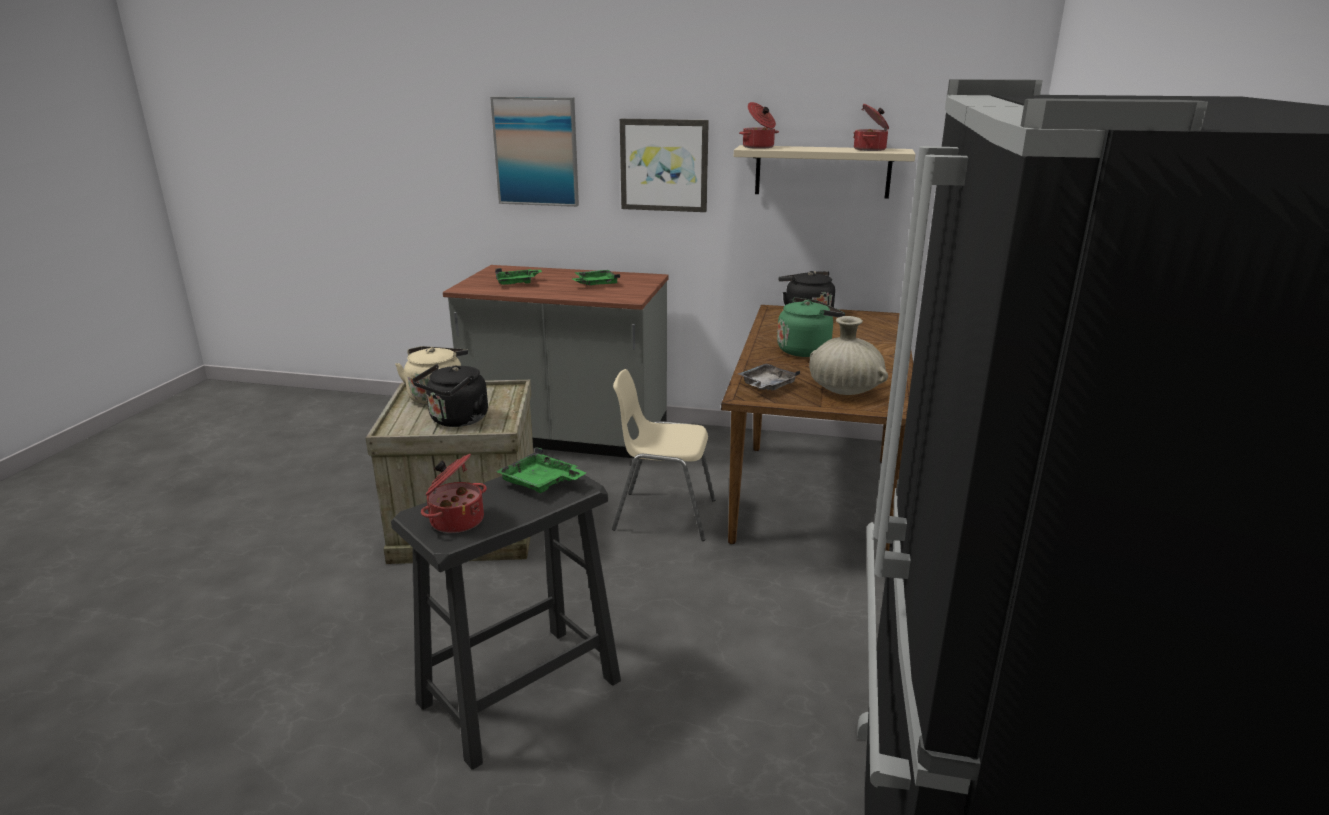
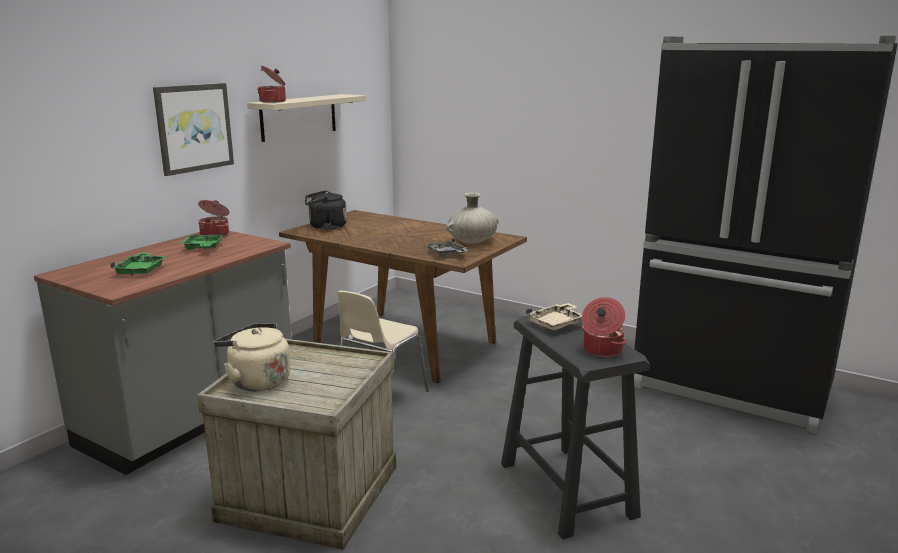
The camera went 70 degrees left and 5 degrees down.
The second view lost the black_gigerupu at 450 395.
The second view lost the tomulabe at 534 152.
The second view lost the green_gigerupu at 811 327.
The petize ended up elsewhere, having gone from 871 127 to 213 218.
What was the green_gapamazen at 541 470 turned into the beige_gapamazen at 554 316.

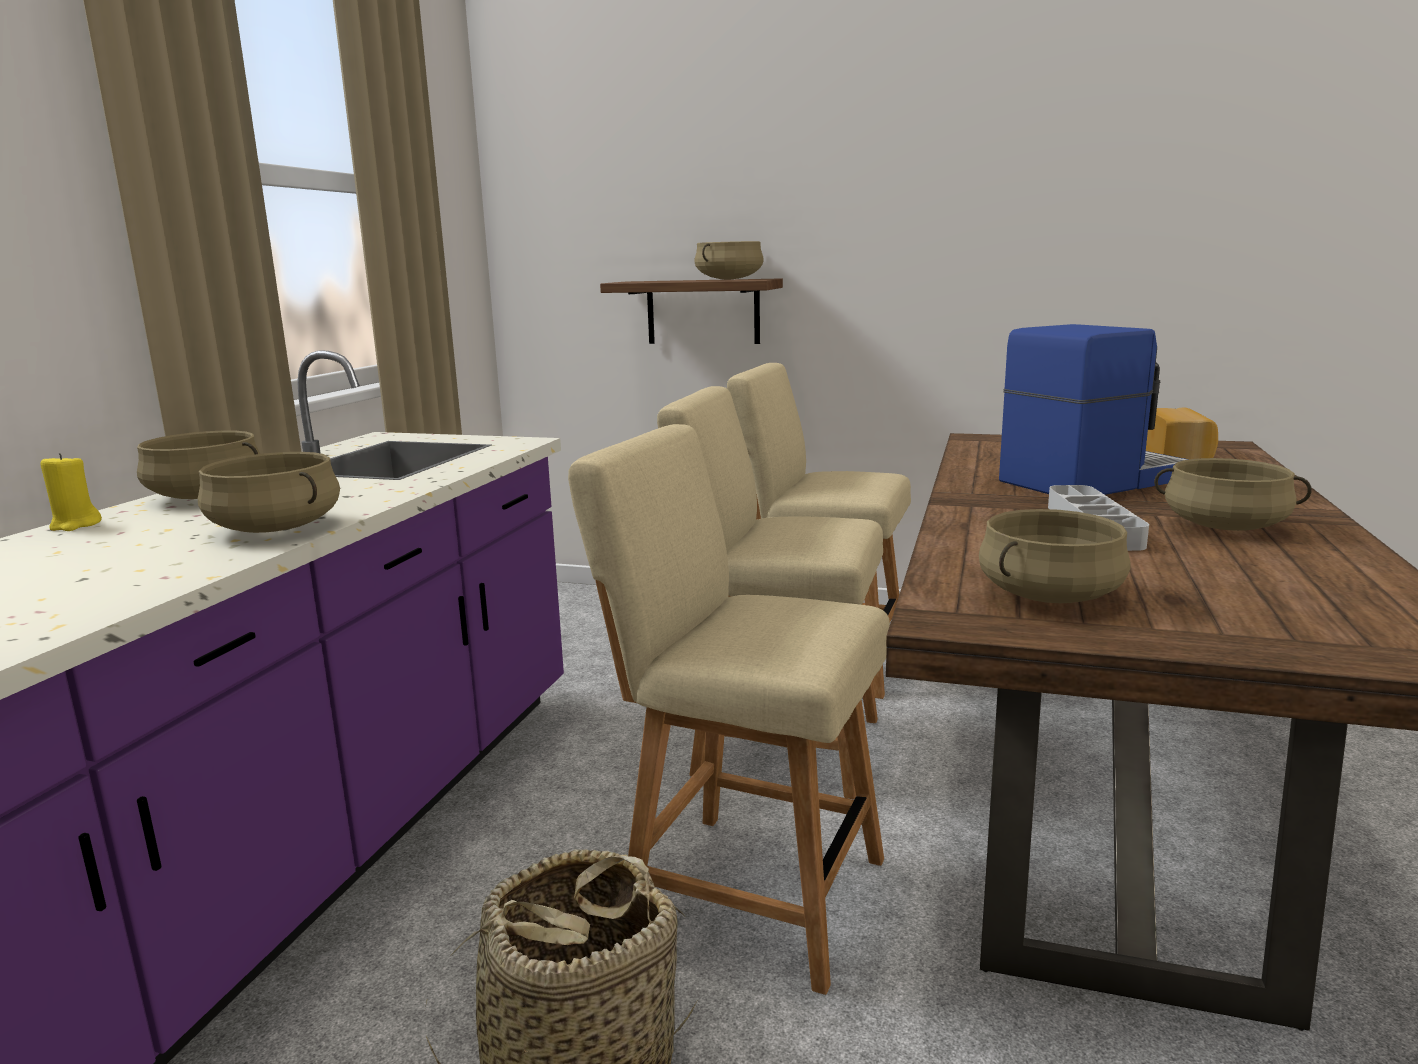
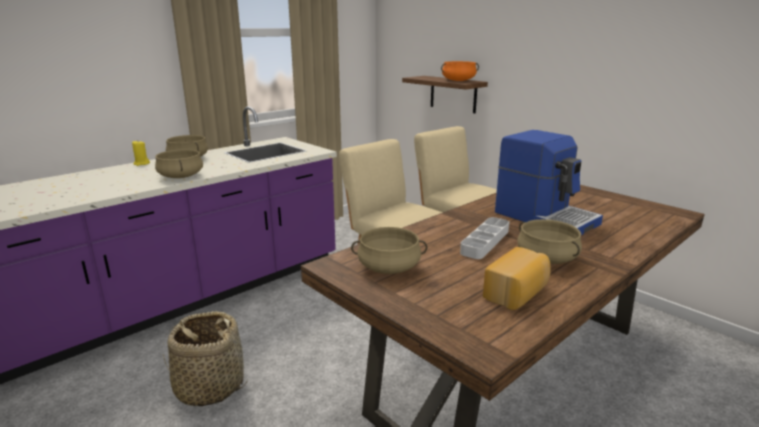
The camera went 30 degrees right and 5 degrees up.
The second view lost the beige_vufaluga at 729 709.
The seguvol ended up elsewhere, having gone from 1182 433 to 517 278.
What was the beige_petize at 729 260 turned into the orange_petize at 460 71.
The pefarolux at 1094 409 ended up facing another way, 45 degrees clockwise from before.

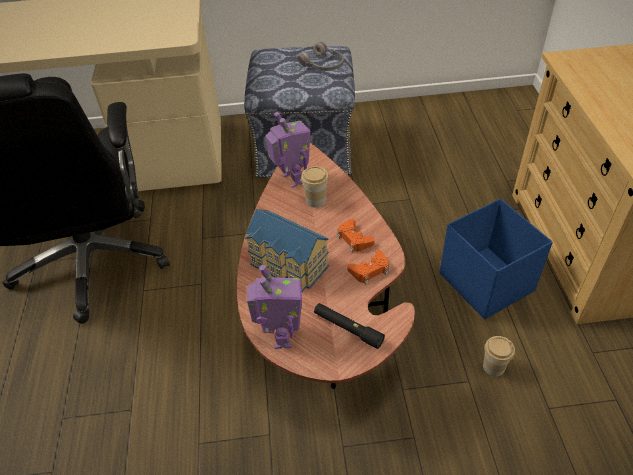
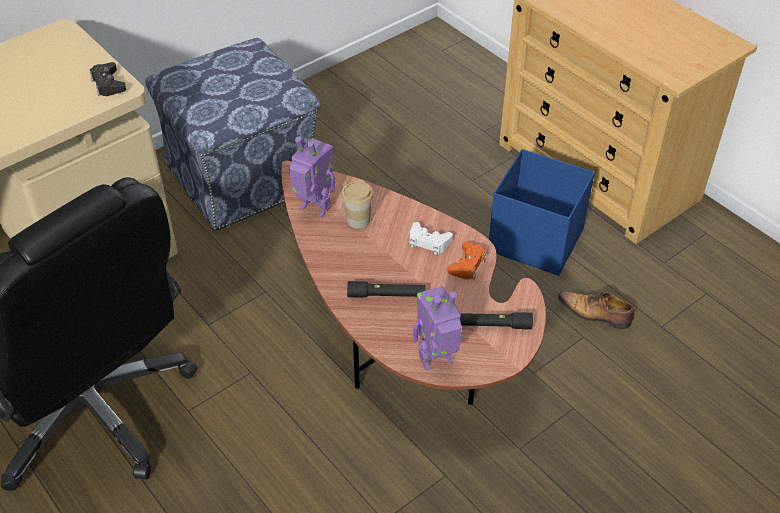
The camera went 35 degrees left and 0 degrees up.
The second view lost the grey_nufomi at 320 56.
The second view gained the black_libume at 108 79.
Where the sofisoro stood at 287 250, the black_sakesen came to stand at 386 289.
Where the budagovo stood at 499 356, the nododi came to stand at 596 310.
What was the orange_libume at 356 235 turned into the white_libume at 431 238.
The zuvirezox at 274 307 ended up facing another way, 75 degrees counterclockwise from before.

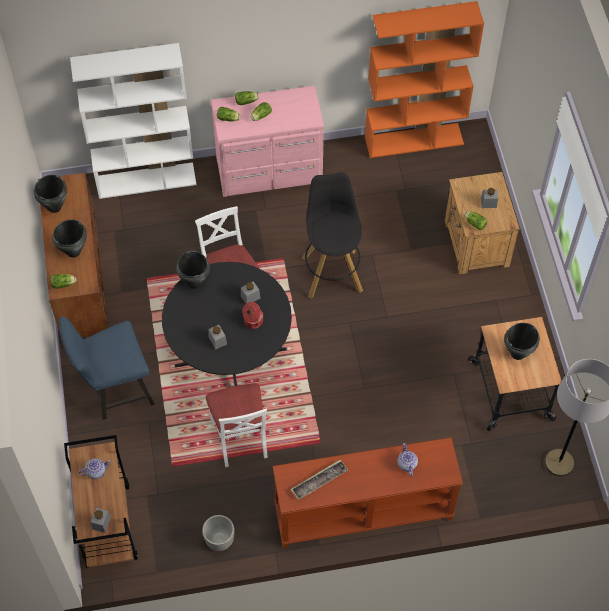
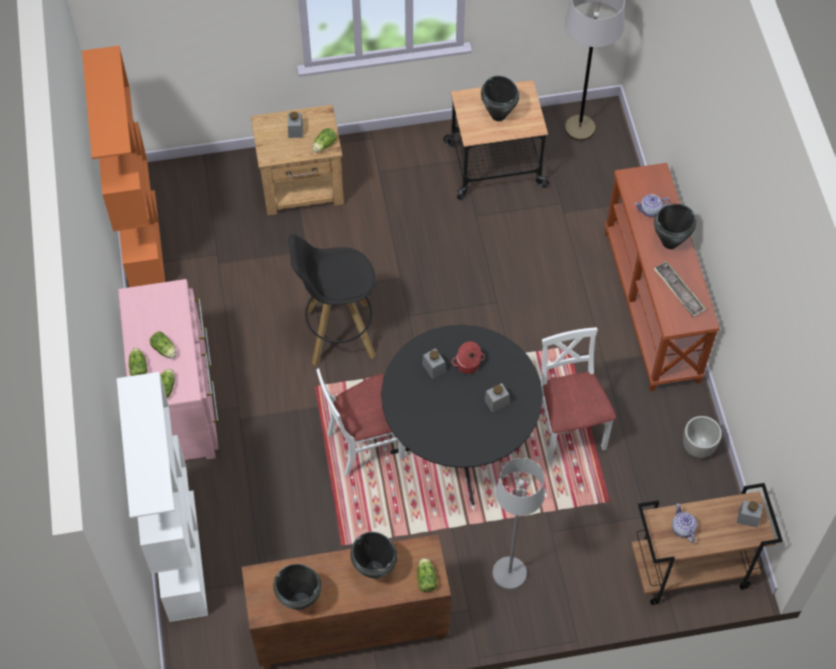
The camera went 90 degrees left and 0 degrees up.
The black_petize ended up elsewhere, having gone from 193 270 to 675 226.
Where the blue_vufaluga stood at 107 368, the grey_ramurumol came to stand at 518 524.
The white_vufaluga at 237 425 ended up facing another way, 90 degrees counterclockwise from before.

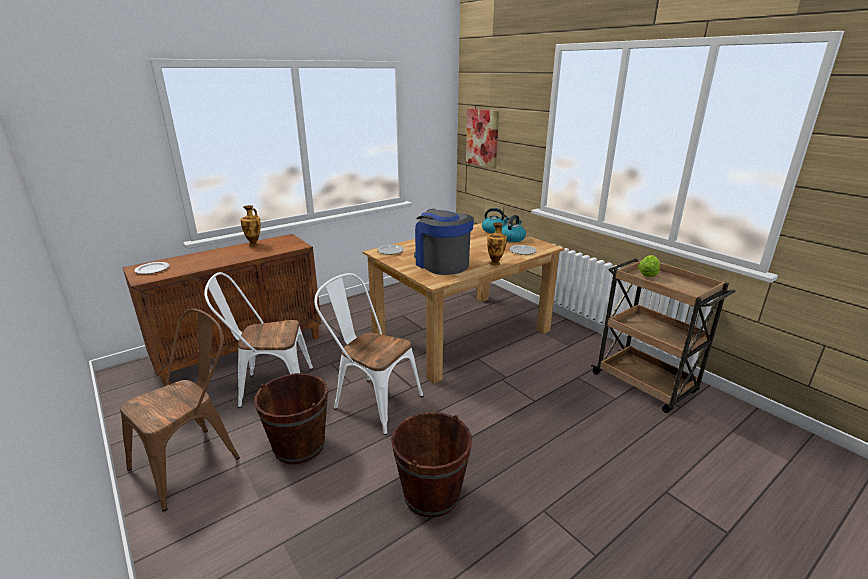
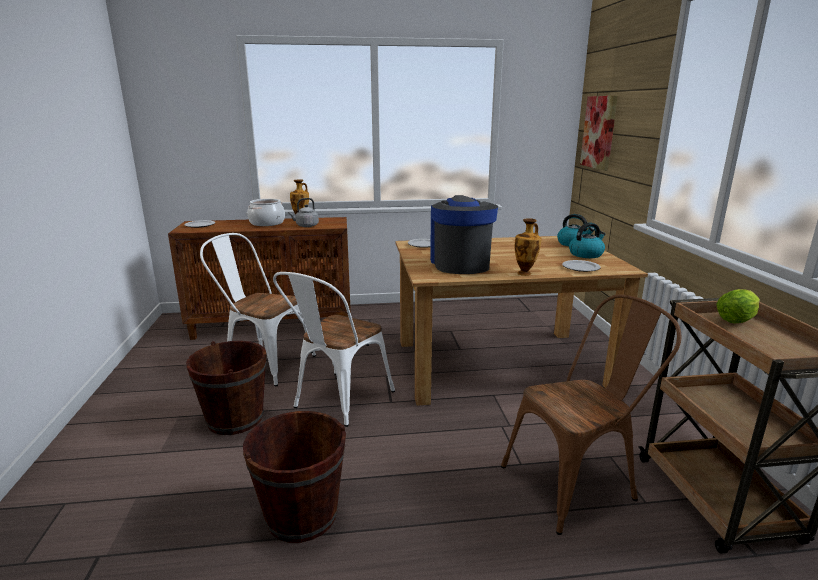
The camera went 30 degrees right and 5 degrees down.
The second view gained the petize at 266 212.
The second view gained the grey_gigerupu at 303 212.
The brown_vufaluga ended up elsewhere, having gone from 180 410 to 591 414.
The white_vufaluga at 369 354 ended up facing another way, 120 degrees counterclockwise from before.

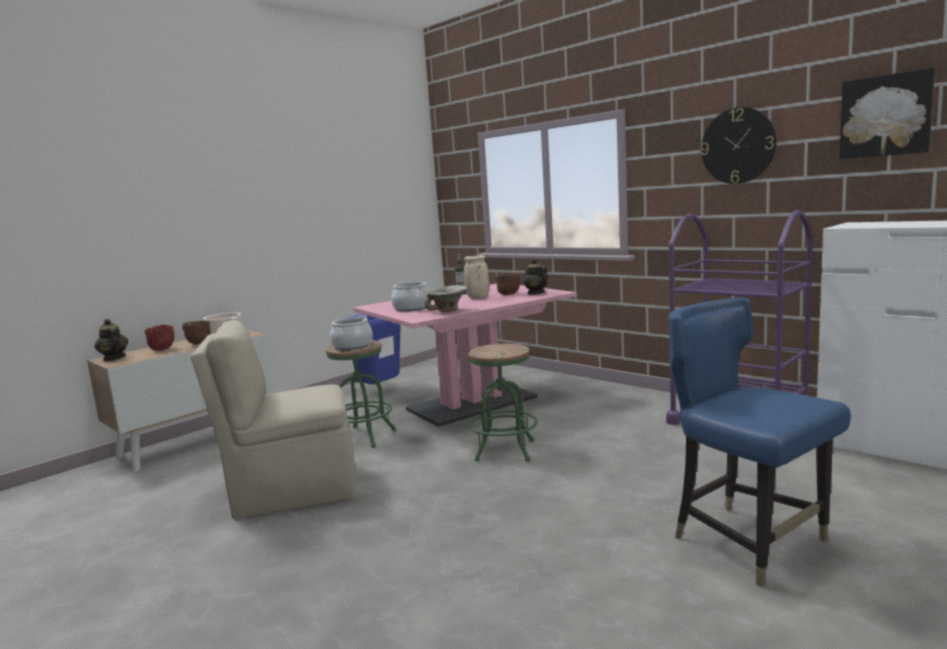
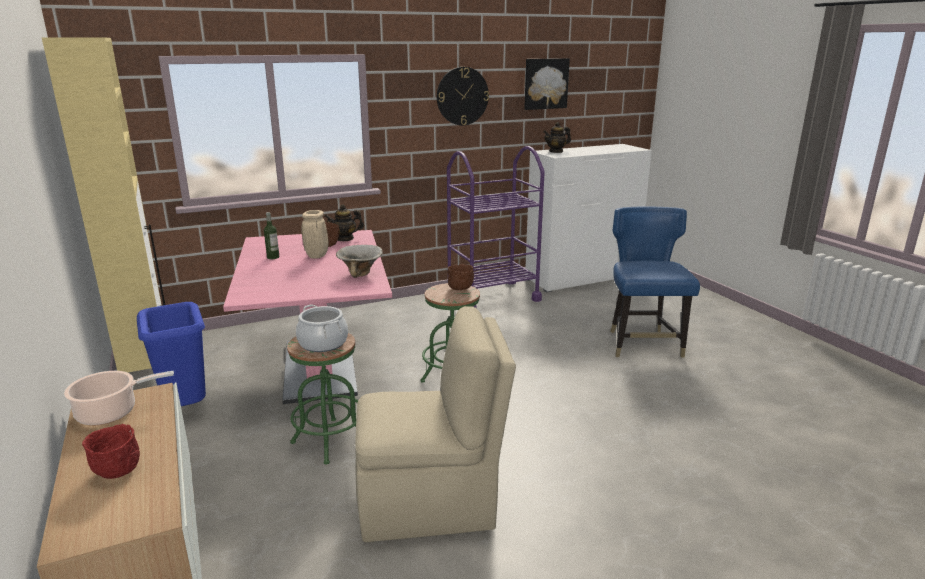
The camera went 70 degrees left and 10 degrees up.
The second view lost the petize at 410 296.
The second view gained the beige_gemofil at 103 205.
The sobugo ended up elsewhere, having gone from 111 340 to 557 137.
The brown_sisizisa ended up elsewhere, having gone from 196 332 to 461 277.
The beige_vufaluga at 273 419 ended up facing another way, 105 degrees counterclockwise from before.
The blue_vufaluga at 759 442 ended up facing another way, 105 degrees clockwise from before.

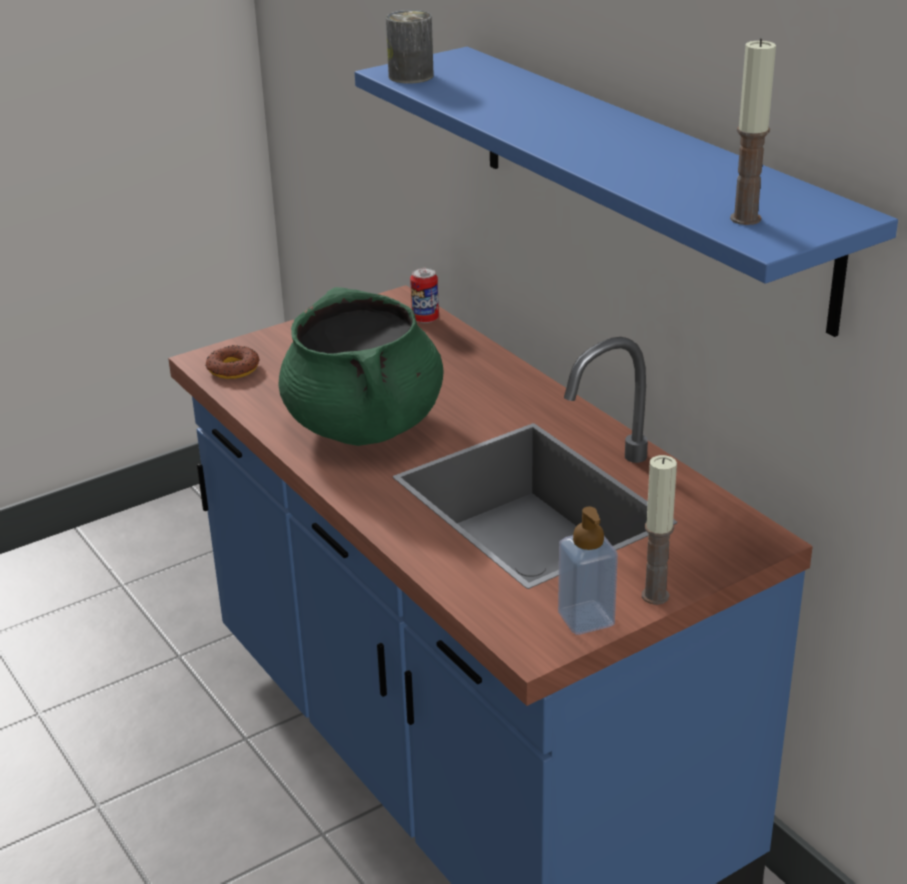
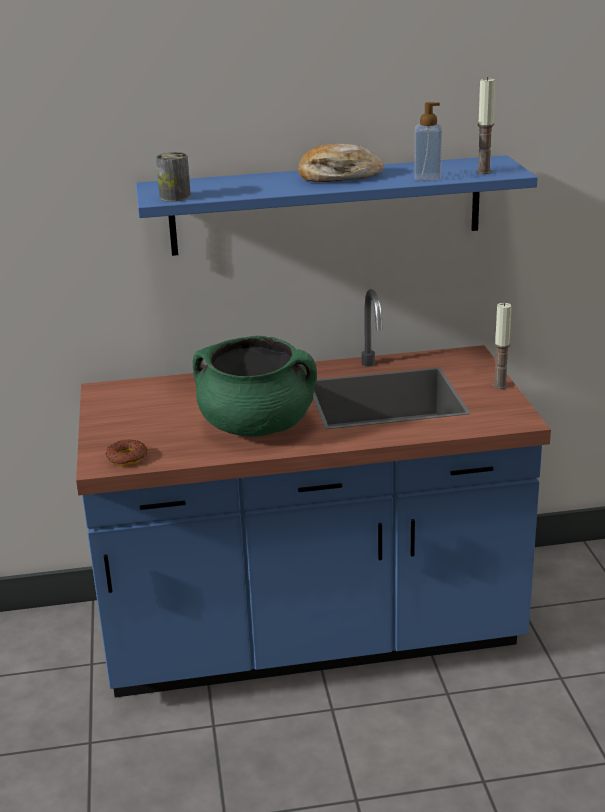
The camera went 65 degrees left and 5 degrees down.
The second view lost the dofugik at 424 295.
The second view gained the seguvol at 341 163.
The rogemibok ended up elsewhere, having gone from 588 571 to 428 141.

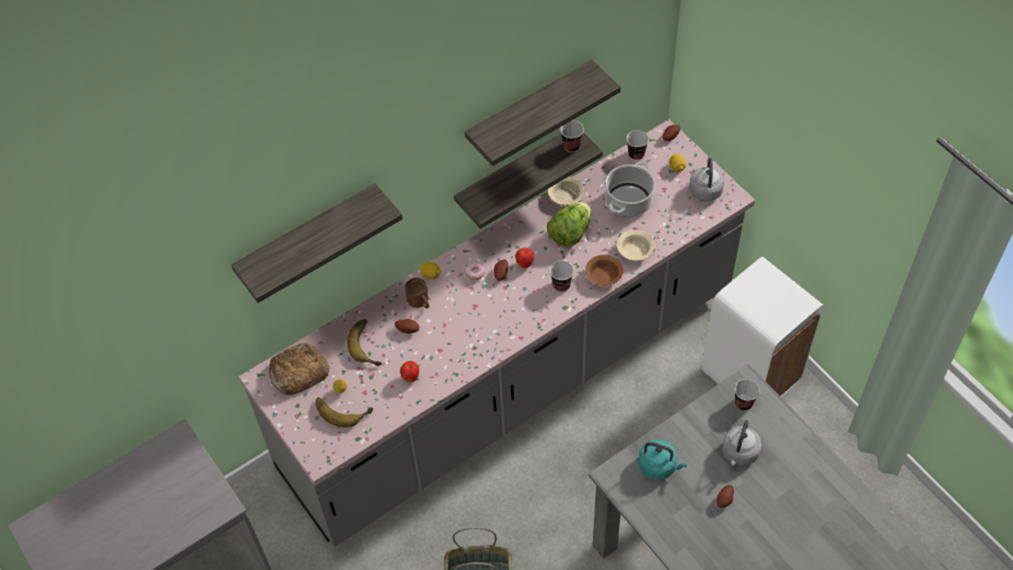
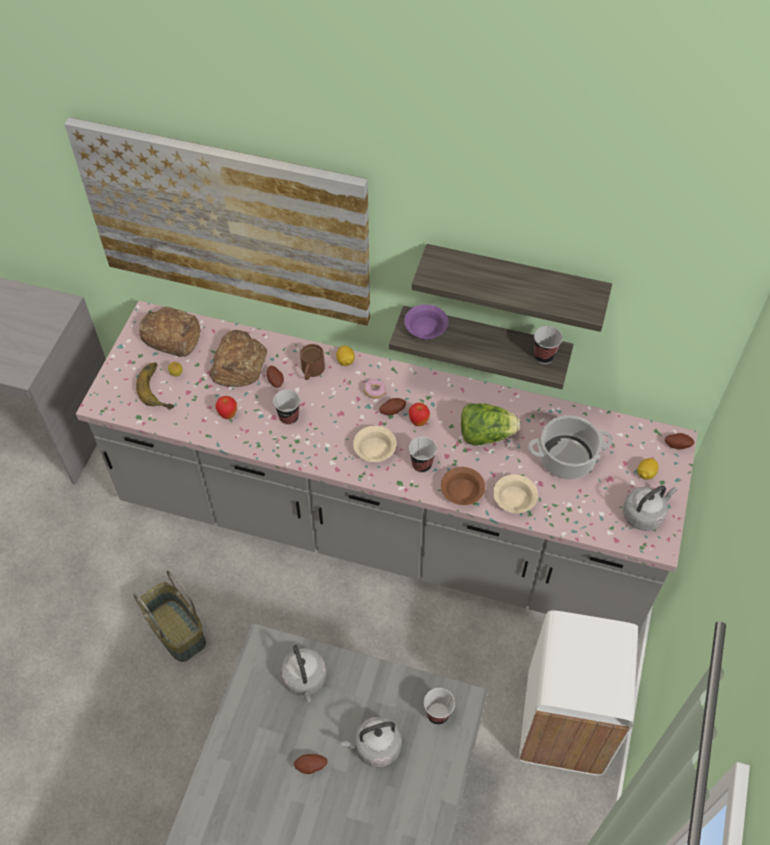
The camera went 50 degrees right and 0 degrees up.
The second view gained the purple_sisizisa at 426 322.
The beige_sisizisa ended up elsewhere, having gone from 566 191 to 374 444.
The budagovo ended up elsewhere, having gone from 637 145 to 286 407.
Where the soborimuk hung at 317 243, the tomulabe came to hang at 217 221.
Where the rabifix stood at 364 342, the seguvol came to stand at 238 358.
What was the turquoise_gigerupu at 662 459 turned into the grey_gigerupu at 304 673.

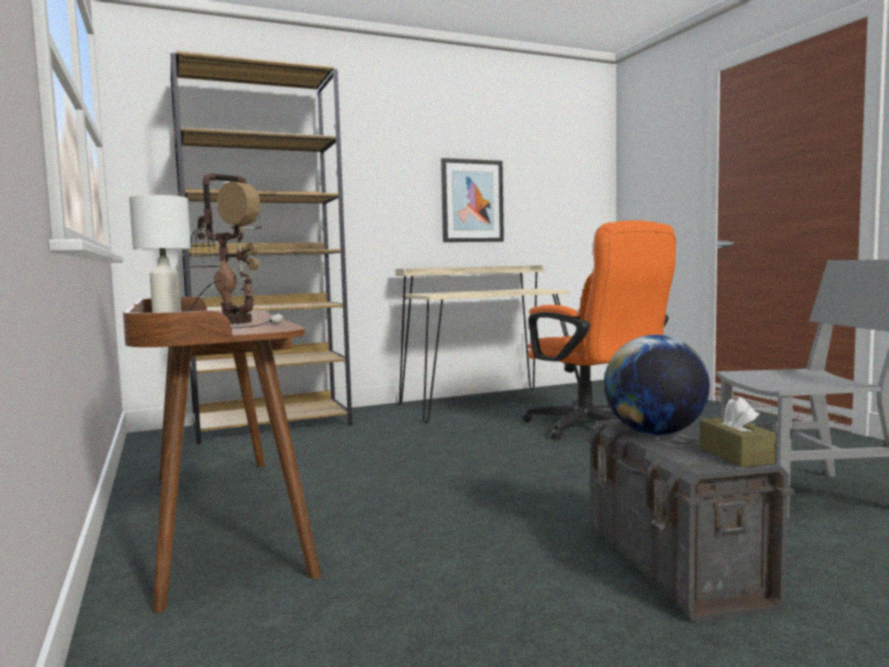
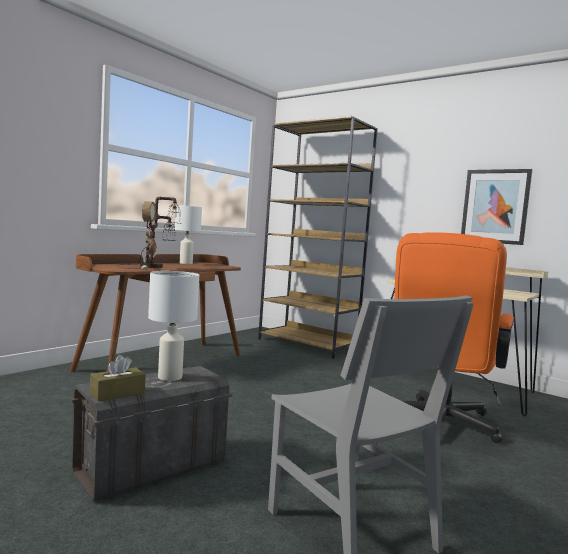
The camera went 60 degrees right and 0 degrees up.
Where the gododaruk stood at 657 385, the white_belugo came to stand at 173 326.

